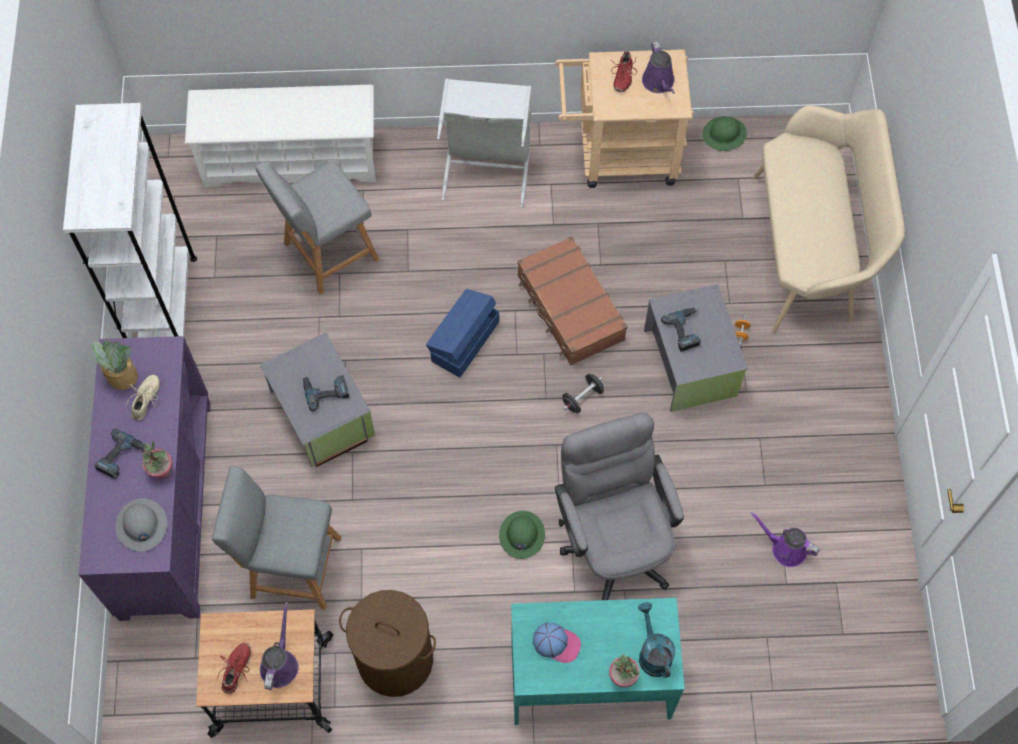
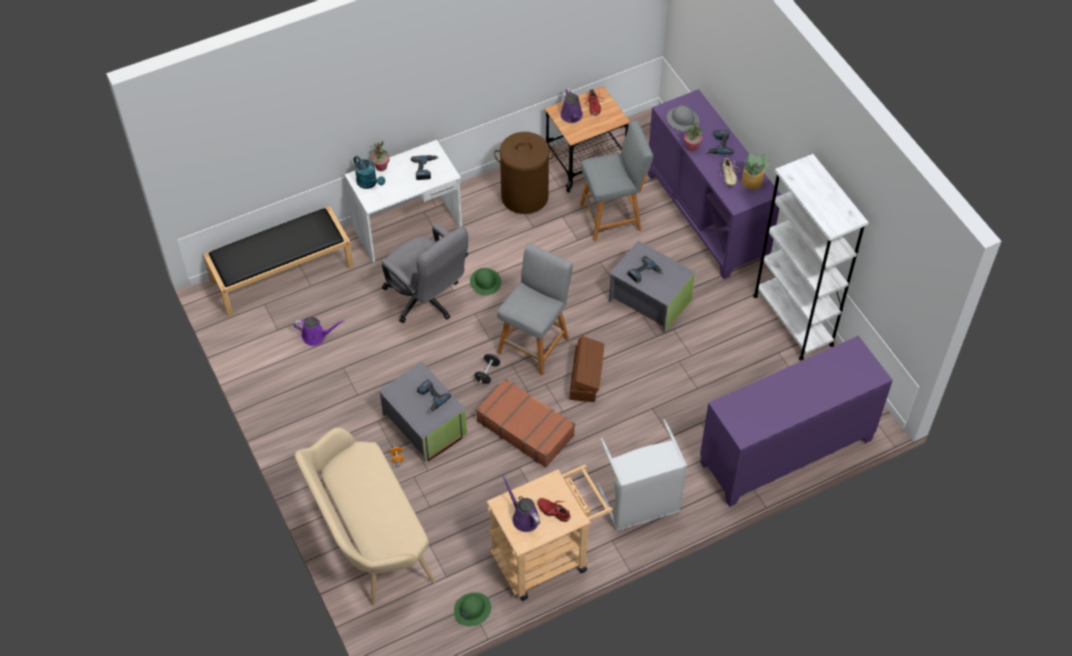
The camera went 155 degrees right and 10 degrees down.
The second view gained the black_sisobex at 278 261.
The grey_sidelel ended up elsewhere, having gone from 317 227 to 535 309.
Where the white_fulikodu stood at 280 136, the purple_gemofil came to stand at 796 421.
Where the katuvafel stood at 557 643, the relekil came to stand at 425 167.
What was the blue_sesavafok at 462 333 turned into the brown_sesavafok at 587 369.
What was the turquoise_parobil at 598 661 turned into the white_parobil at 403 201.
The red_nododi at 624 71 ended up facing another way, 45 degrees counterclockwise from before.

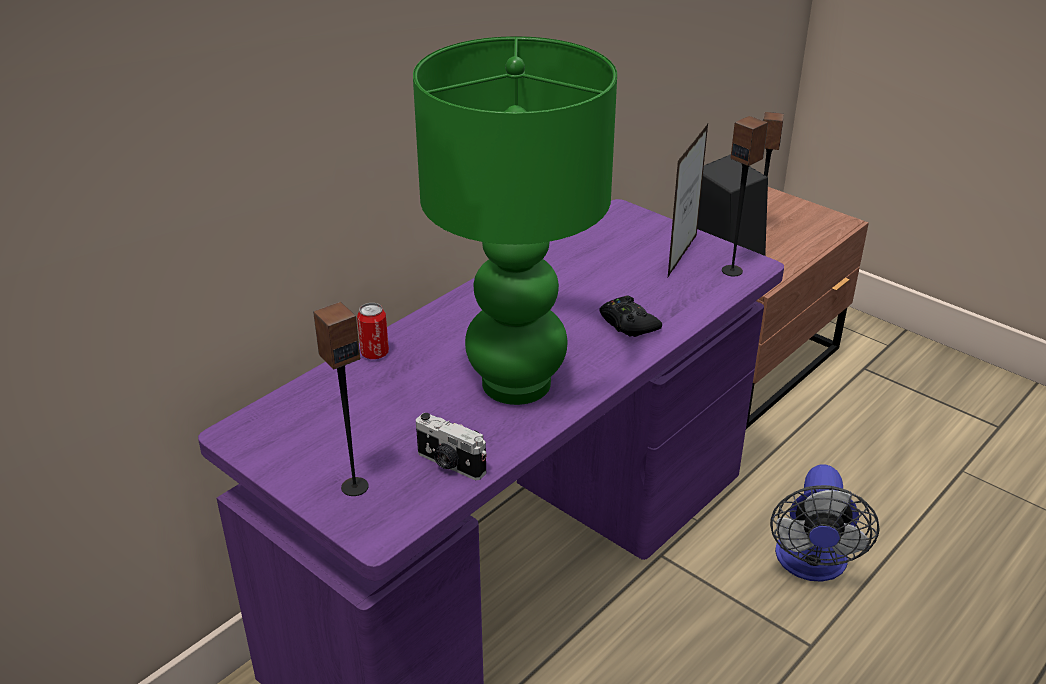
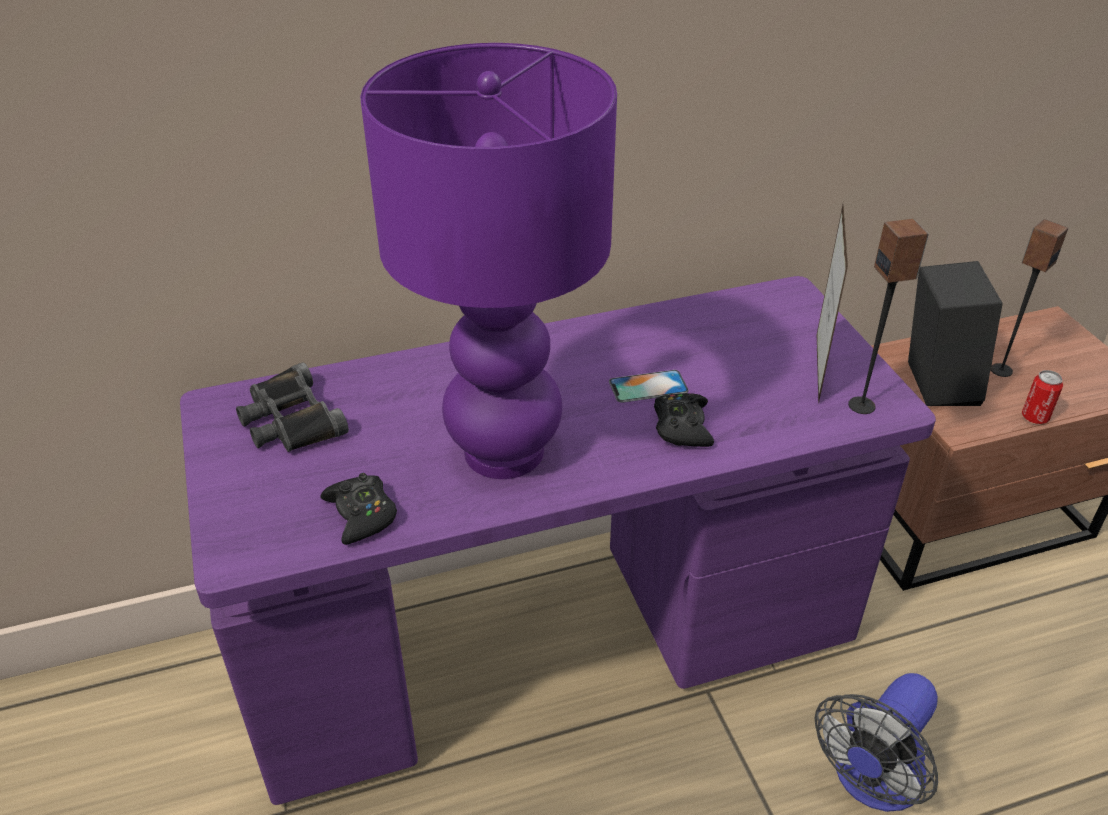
The camera went 30 degrees right and 5 degrees up.
The second view lost the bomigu at 341 399.
The second view gained the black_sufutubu at 292 407.
The second view gained the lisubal at 649 386.
The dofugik ended up elsewhere, having gone from 373 331 to 1042 397.
Where the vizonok stood at 451 446, the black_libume came to stand at 358 509.
What was the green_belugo at 515 220 turned into the purple_belugo at 488 261.
The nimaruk at 688 200 ended up facing another way, 45 degrees counterclockwise from before.

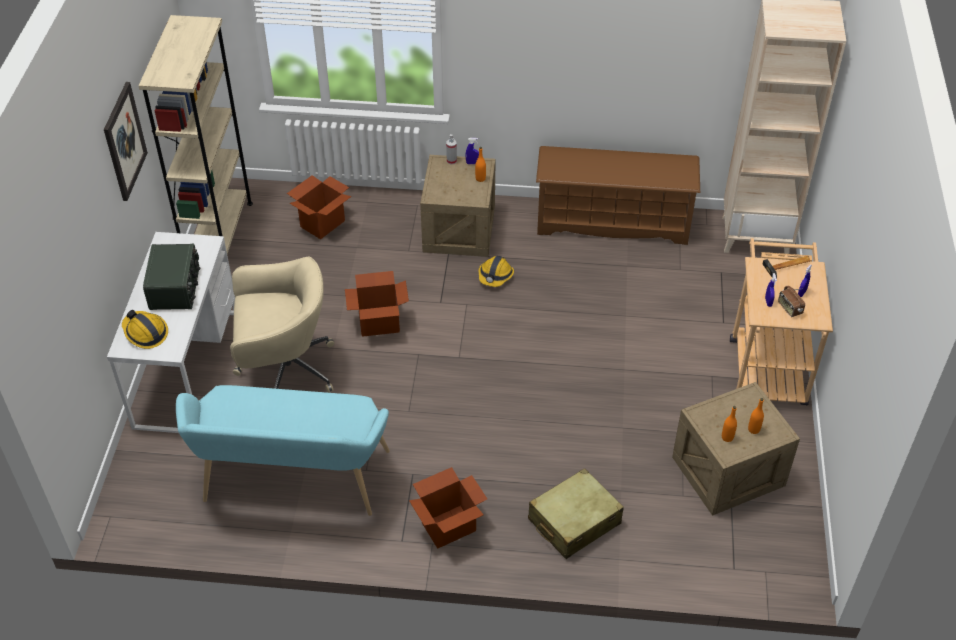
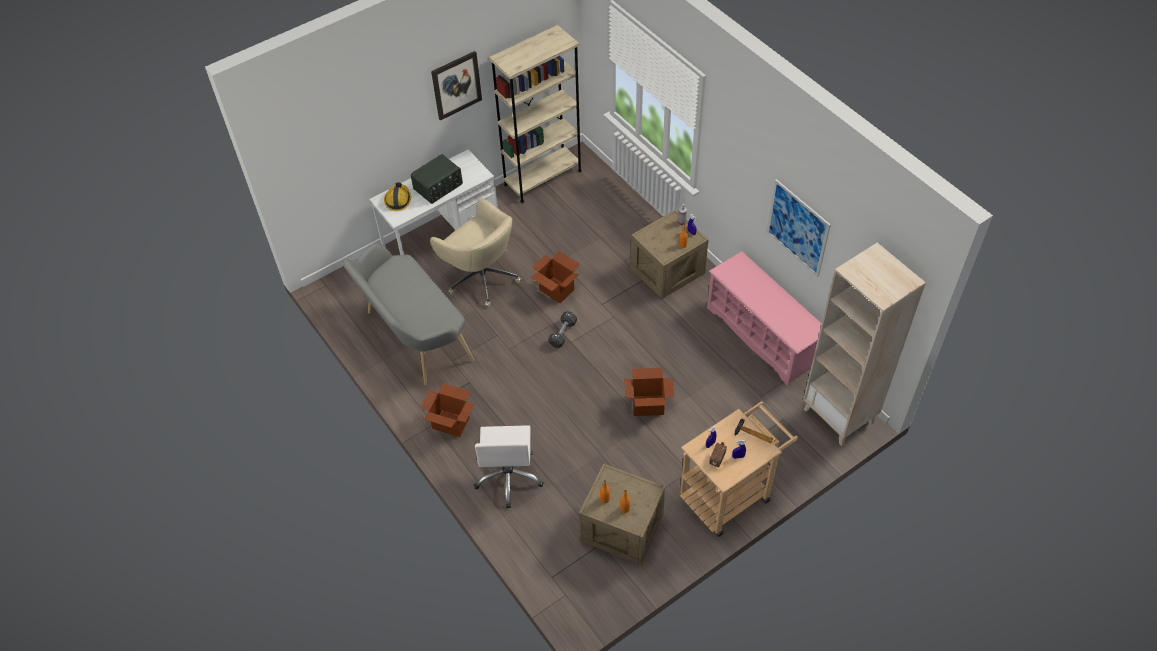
The camera went 50 degrees right and 5 degrees up.
The second view lost the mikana at 496 271.
The second view gained the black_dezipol at 562 329.
The second view gained the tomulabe at 799 228.
The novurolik ended up elsewhere, having gone from 319 207 to 649 392.
Where the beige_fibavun stood at 576 513, the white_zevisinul came to stand at 509 466.
What was the turquoise_sisobex at 283 450 turned into the grey_sisobex at 409 314.
What was the brown_fulikodu at 618 195 turned into the pink_fulikodu at 764 318.

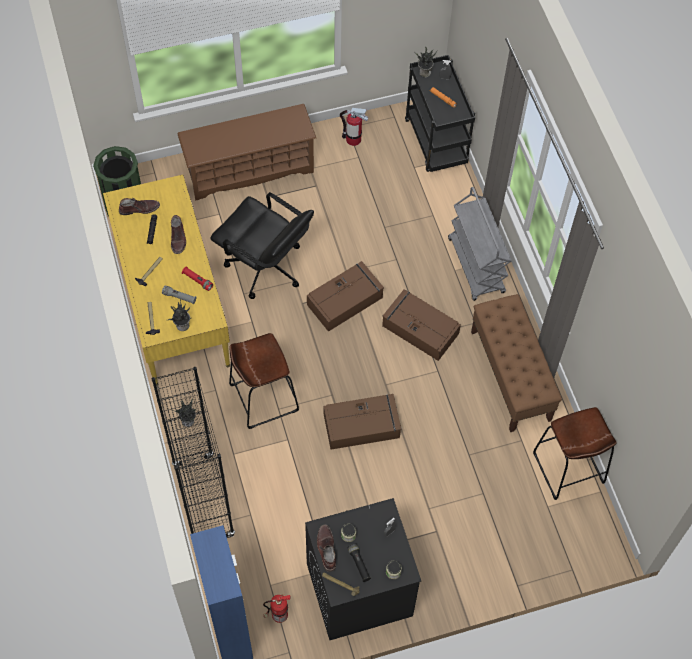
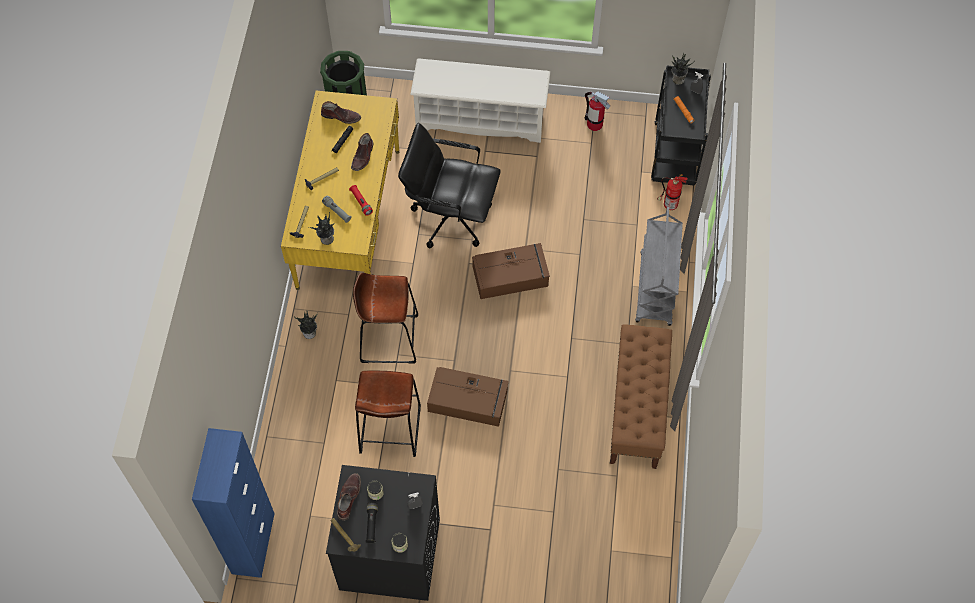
The camera went 25 degrees right and 0 degrees up.
The second view lost the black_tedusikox at 193 452.
The second view lost the brown_sesavafok at 421 325.
The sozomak ended up elsewhere, having gone from 277 609 to 672 192.
The brown_sidelel ended up elsewhere, having gone from 575 453 to 388 414.
What was the brown_fulikodu at 246 152 turned into the white_fulikodu at 480 100.
The black_zevisinul at 262 245 ended up facing another way, 135 degrees clockwise from before.

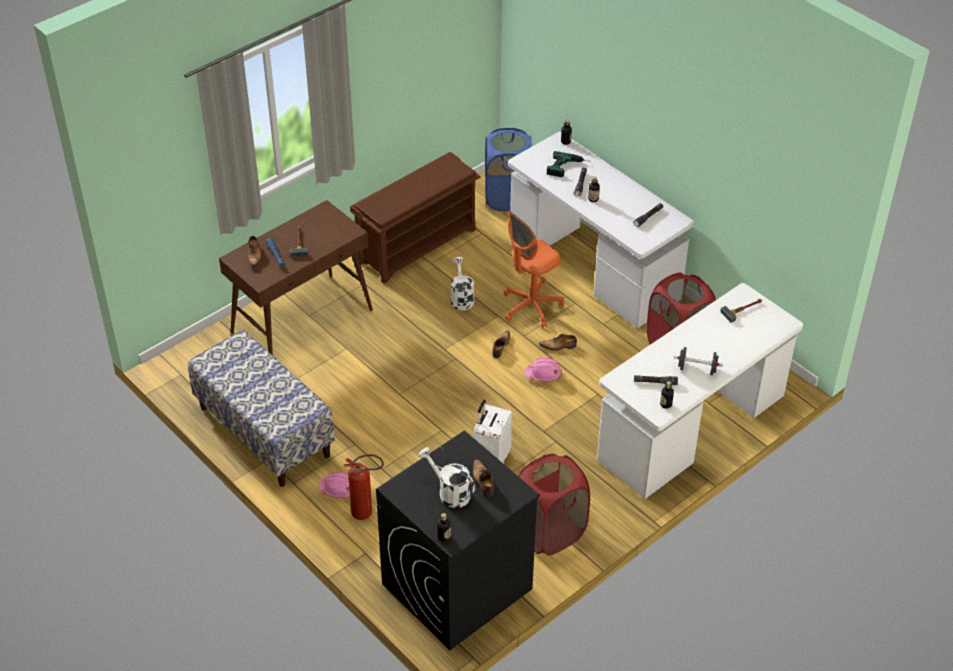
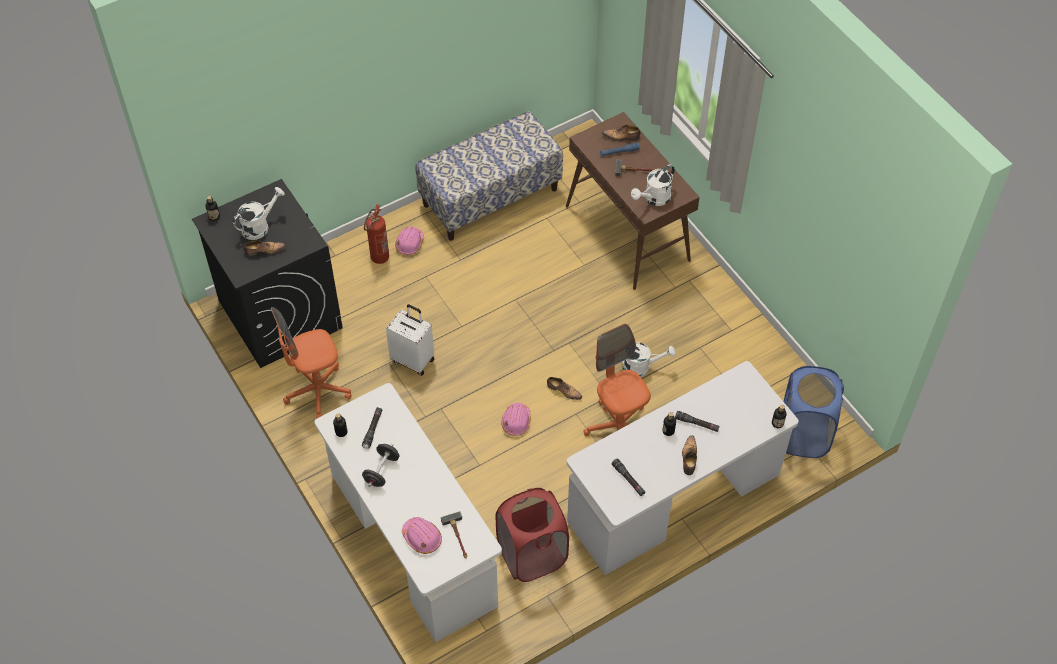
The camera went 100 degrees right and 10 degrees up.
The second view lost the brown_fulikodu at 415 218.
The second view lost the relekil at 569 164.
The second view gained the pink_mikana at 422 535.
The second view gained the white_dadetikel at 653 185.
The nododi ended up elsewhere, having gone from 558 342 to 689 455.
Where the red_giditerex stood at 554 504, the orange_zevisinul came to stand at 311 363.

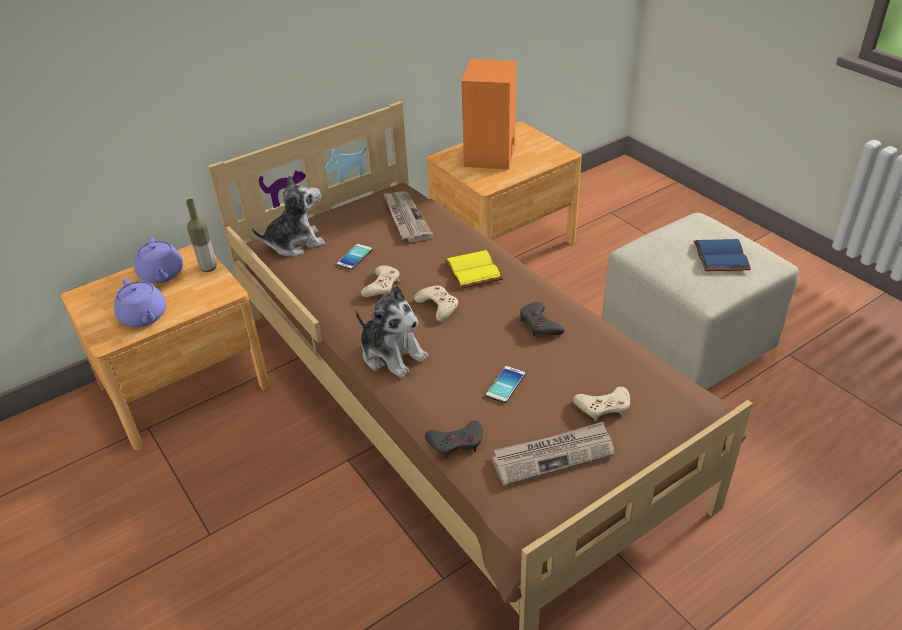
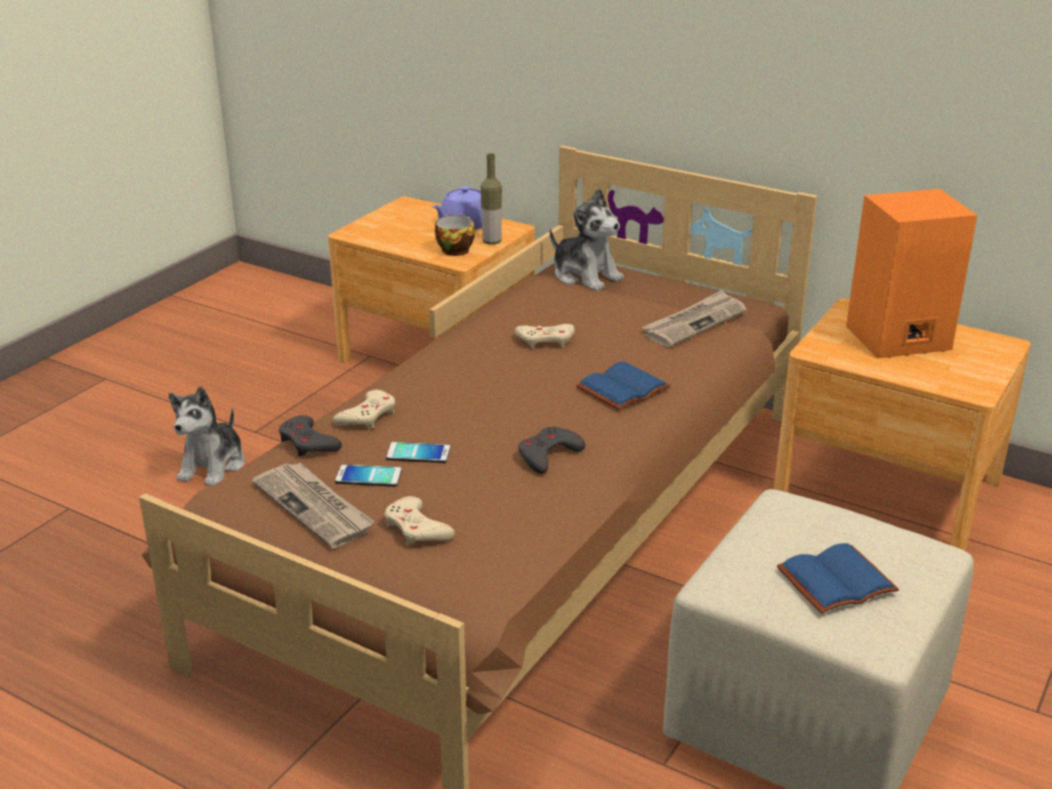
The camera went 65 degrees right and 10 degrees down.
The second view lost the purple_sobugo at 140 302.
The second view gained the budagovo at 455 235.
The lisubal ended up elsewhere, having gone from 355 257 to 368 475.
The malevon ended up elsewhere, having gone from 391 331 to 206 436.
The beige_libume ended up elsewhere, having gone from 436 303 to 364 409.
What was the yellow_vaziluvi at 474 269 turned into the blue_vaziluvi at 623 385.

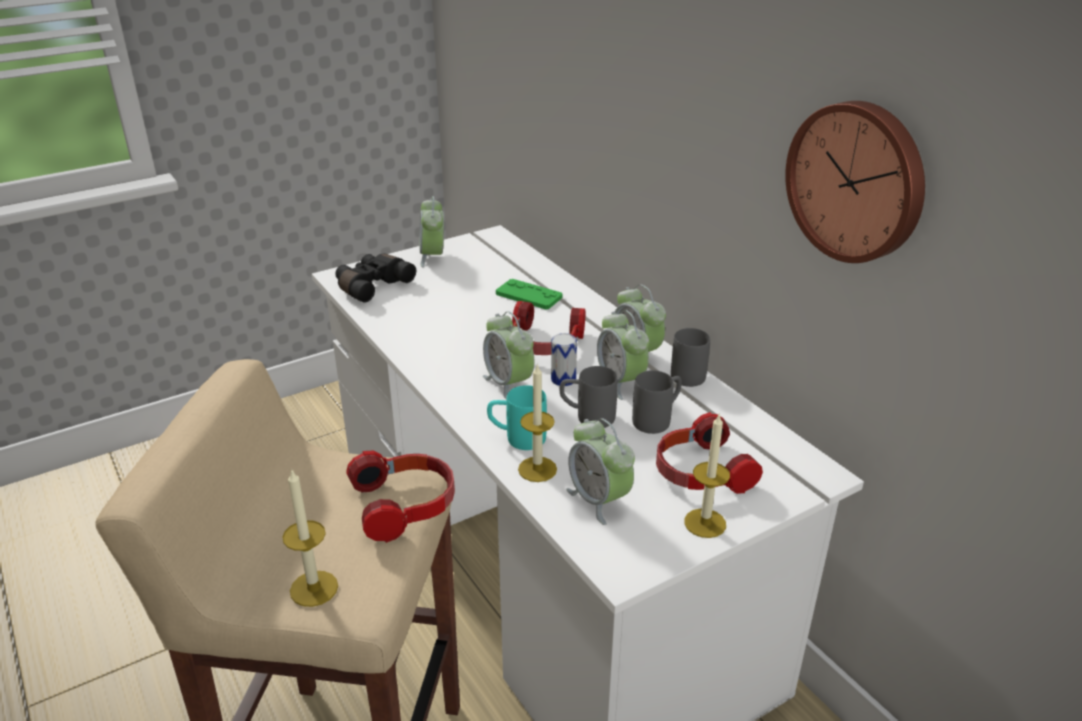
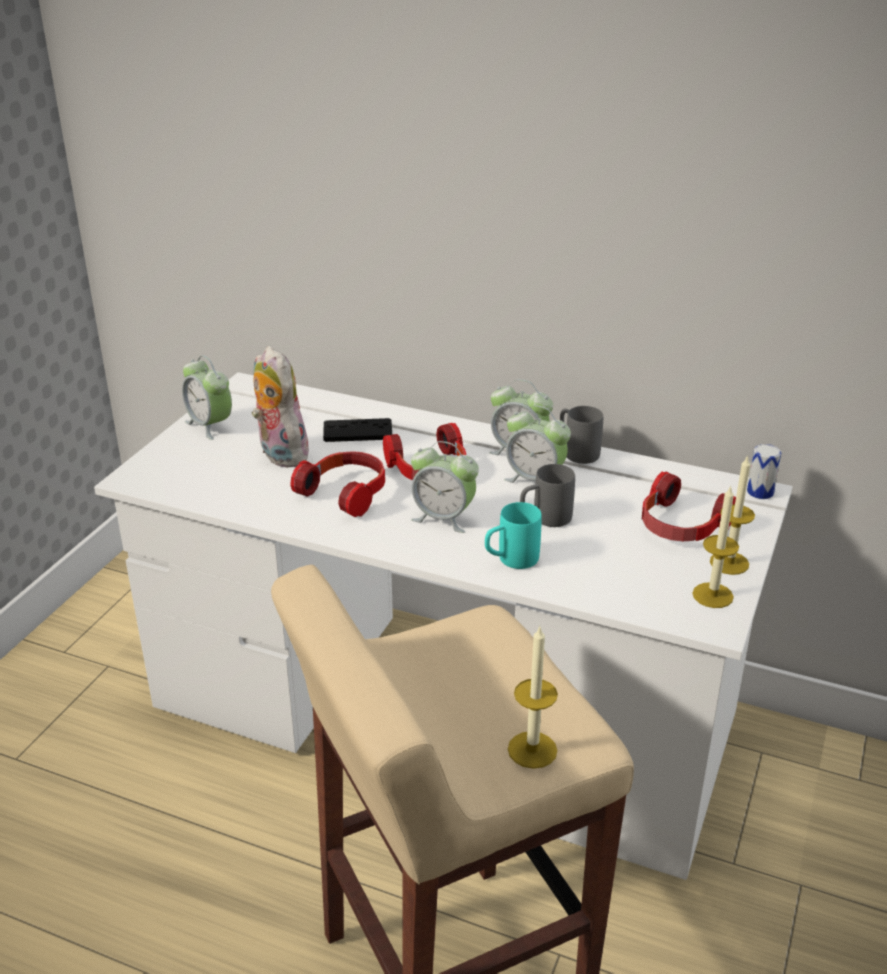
The camera went 35 degrees left and 0 degrees up.
The second view lost the black_sufutubu at 375 278.
The second view lost the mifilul at 600 471.
The second view lost the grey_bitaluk at 657 402.
The second view lost the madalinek at 855 182.
The second view gained the malevon at 280 407.
The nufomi ended up elsewhere, having gone from 400 497 to 337 484.
The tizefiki ended up elsewhere, having gone from 537 422 to 715 546.
The dofugik ended up elsewhere, having gone from 564 359 to 764 471.
What was the green_libume at 529 294 turned into the black_libume at 357 430.

